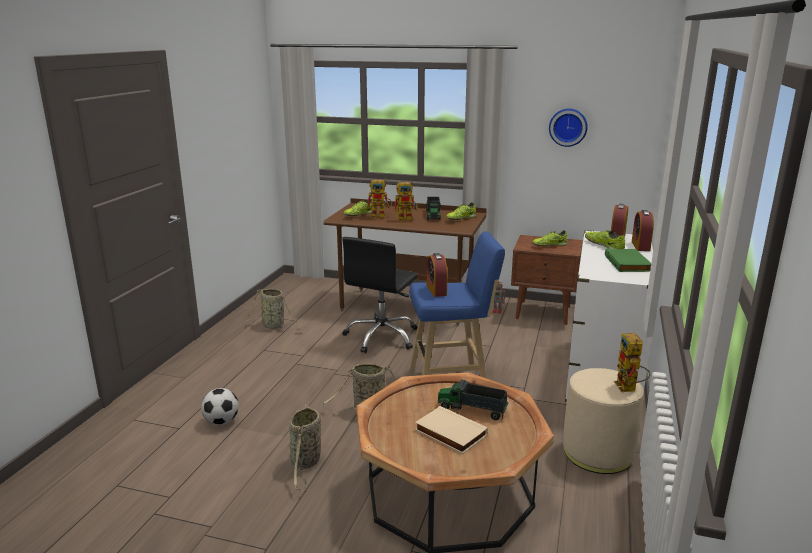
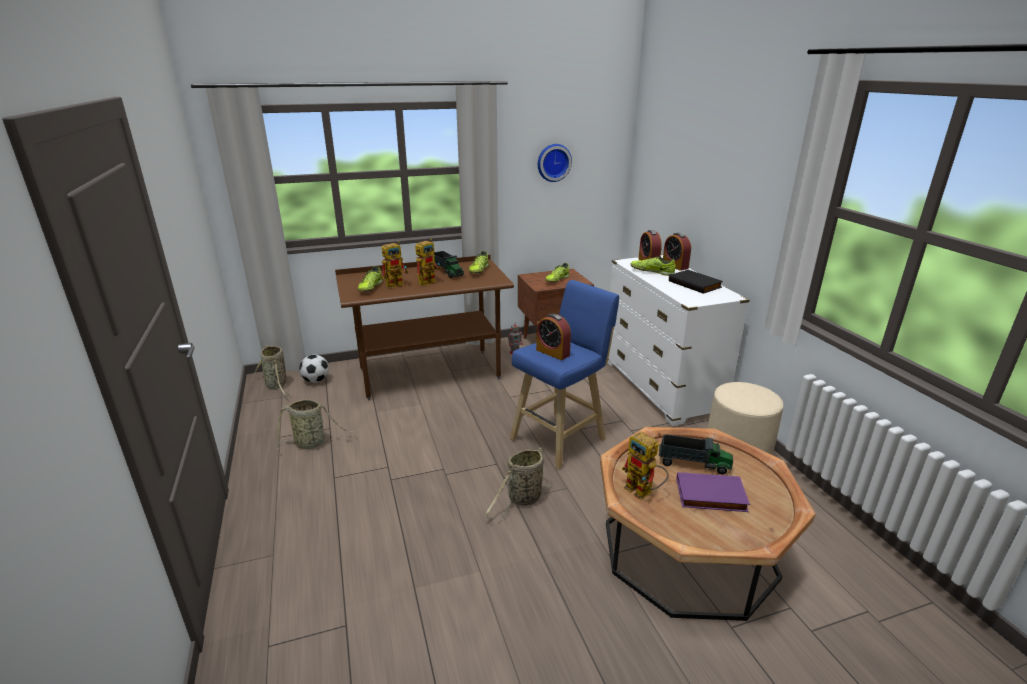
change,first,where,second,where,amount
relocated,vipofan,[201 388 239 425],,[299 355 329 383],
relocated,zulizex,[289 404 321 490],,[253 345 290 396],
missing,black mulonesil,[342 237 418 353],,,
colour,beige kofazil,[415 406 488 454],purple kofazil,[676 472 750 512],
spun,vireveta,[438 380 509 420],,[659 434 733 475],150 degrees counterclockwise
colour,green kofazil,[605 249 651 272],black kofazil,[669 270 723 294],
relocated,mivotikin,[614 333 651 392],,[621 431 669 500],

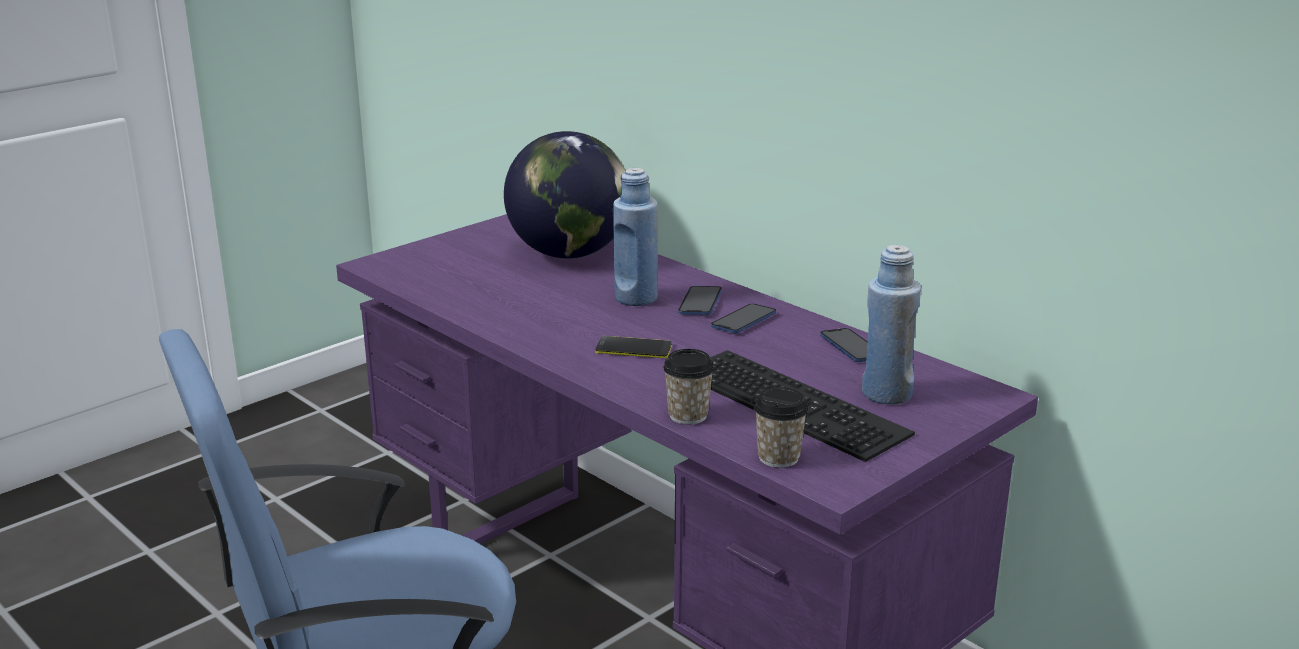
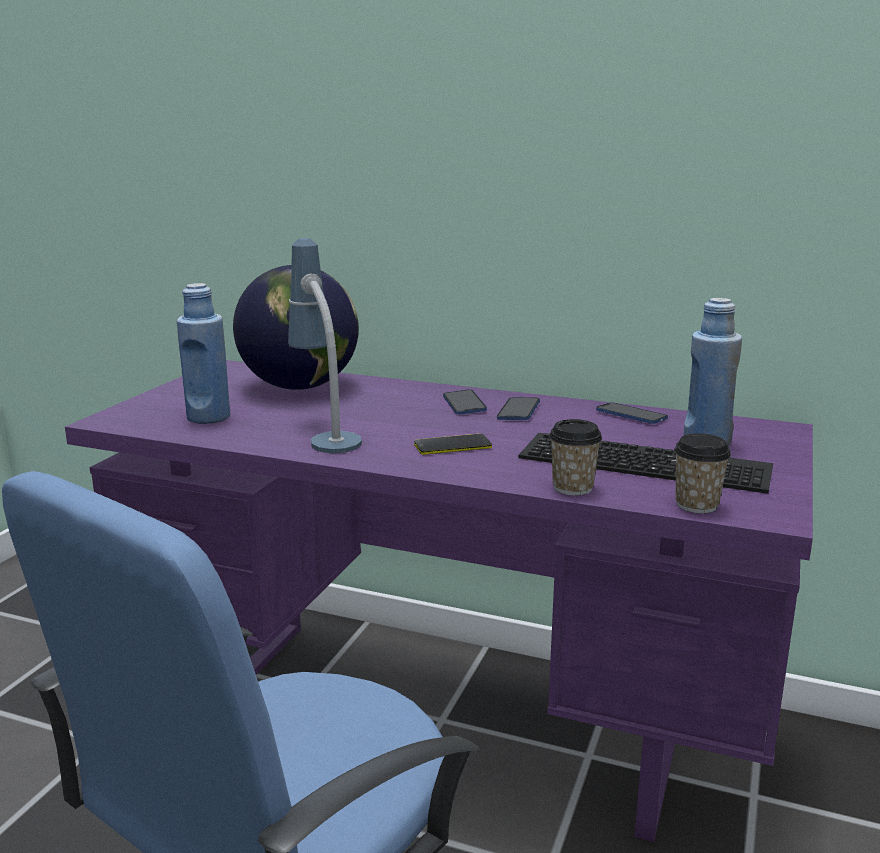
change,first,where,second,where,amount
relocated,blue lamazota,[613 168 658 306],,[177 283 230 424],
appeared,,,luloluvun,[288 238 362 453],

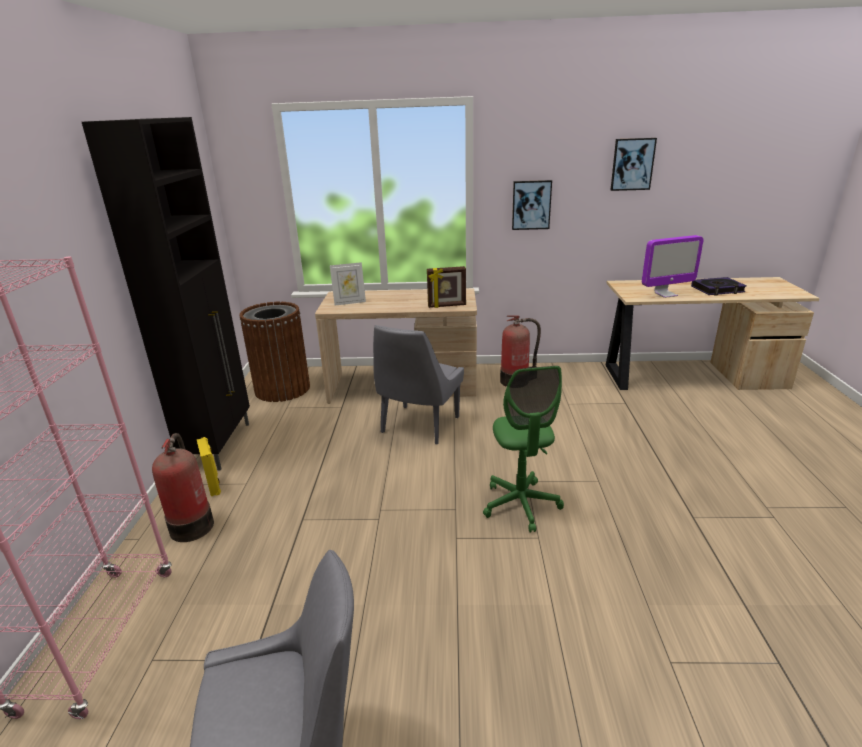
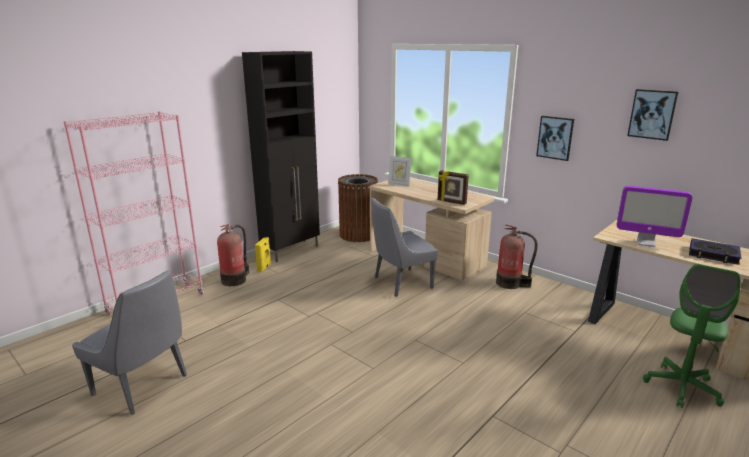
change,first,where,second,where,amount
relocated,green mulonesil,[483 366 564 533],,[643 264 741 408],

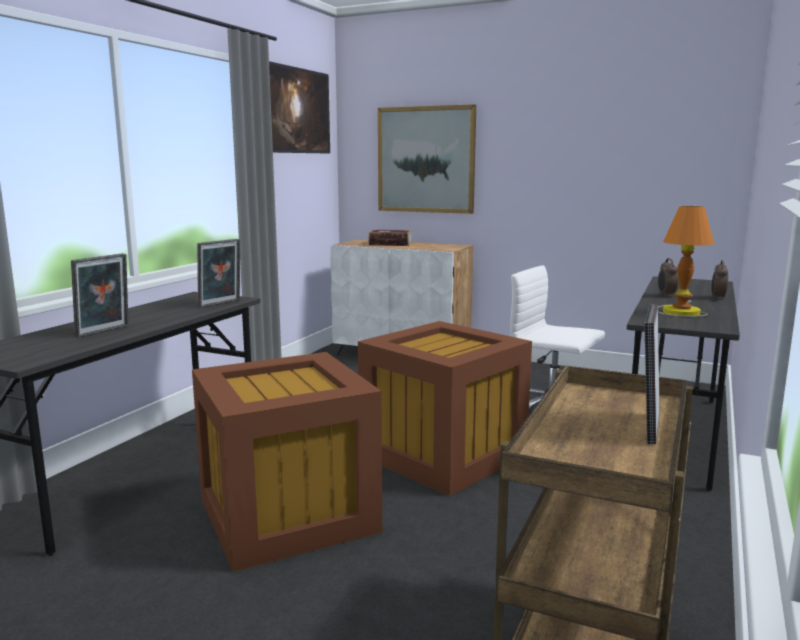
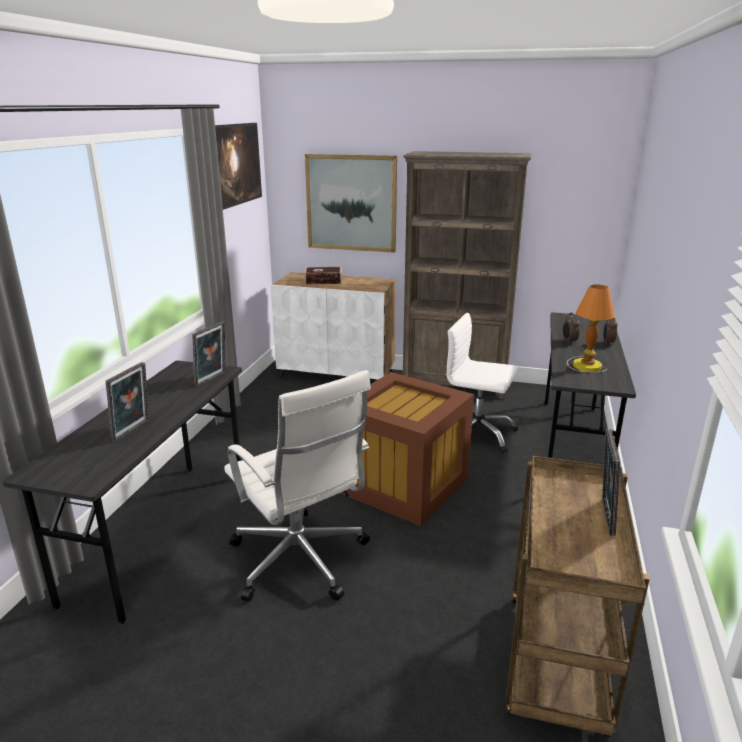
change,first,where,second,where,amount
exchanged,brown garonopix,[192 352 382 572],white mulonesil,[224 370 371 602],
appeared,,,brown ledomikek,[403 151 532 399],

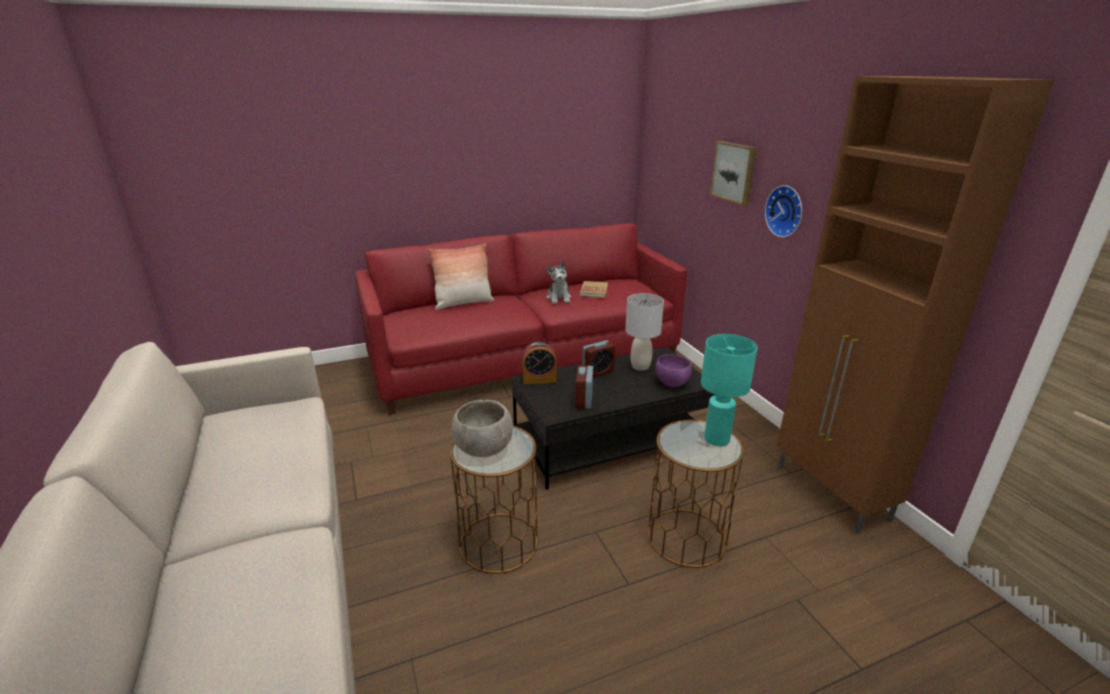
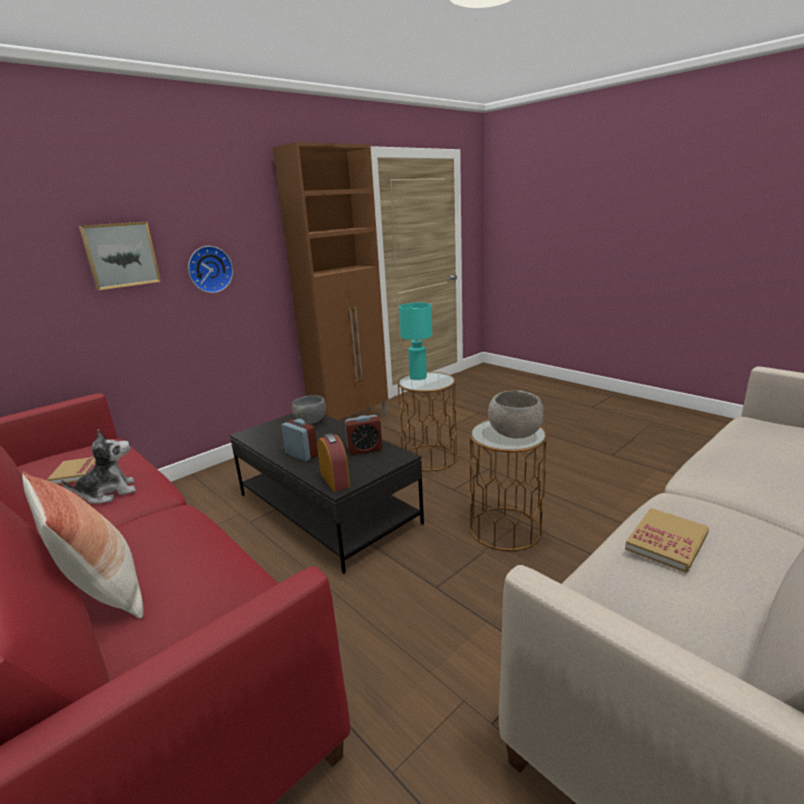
change,first,where,second,where,amount
missing,grey luloluvun,[625 293 664 371],,,
colour,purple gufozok,[655 354 692 387],grey gufozok,[292 395 326 424],
appeared,,,kofazil,[625 508 709 573],

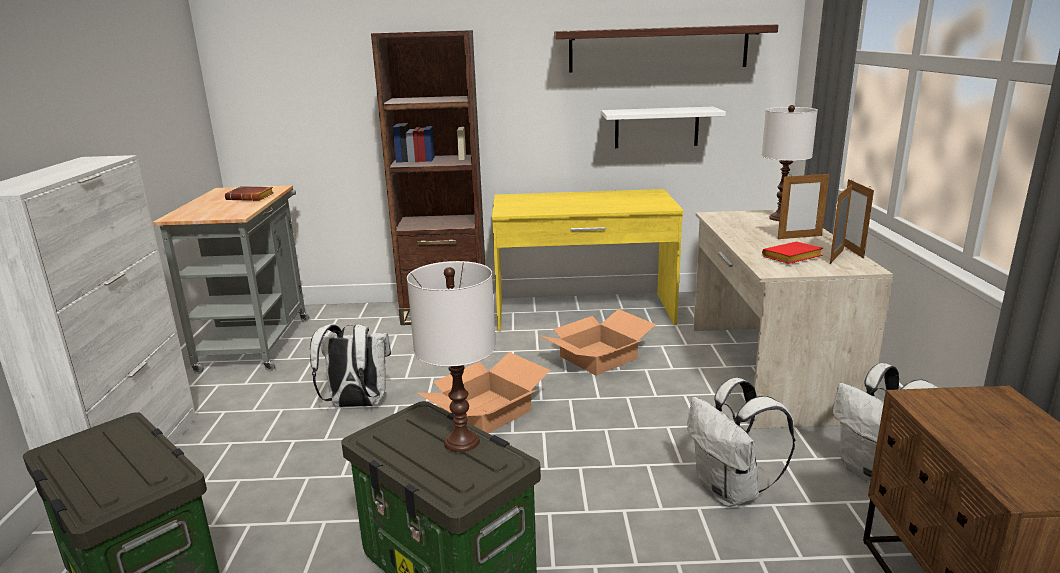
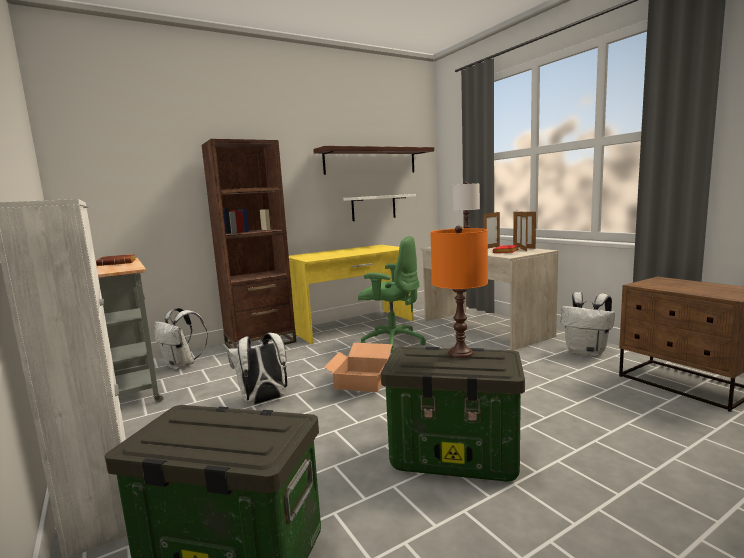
change,first,where,second,where,amount
colour,white luloluvun,[407 261 496 452],orange luloluvun,[430 226 488 358],
exchanged,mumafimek,[541 309 656 376],green mulonesil,[358 236 426 353],
relocated,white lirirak,[687 378 795 507],,[154 308 208 370],

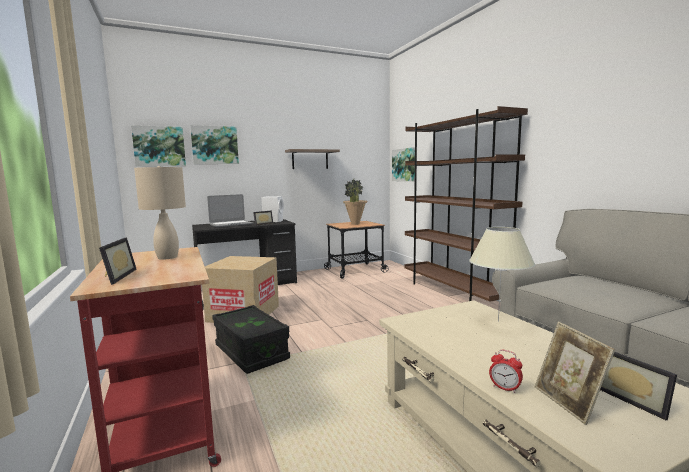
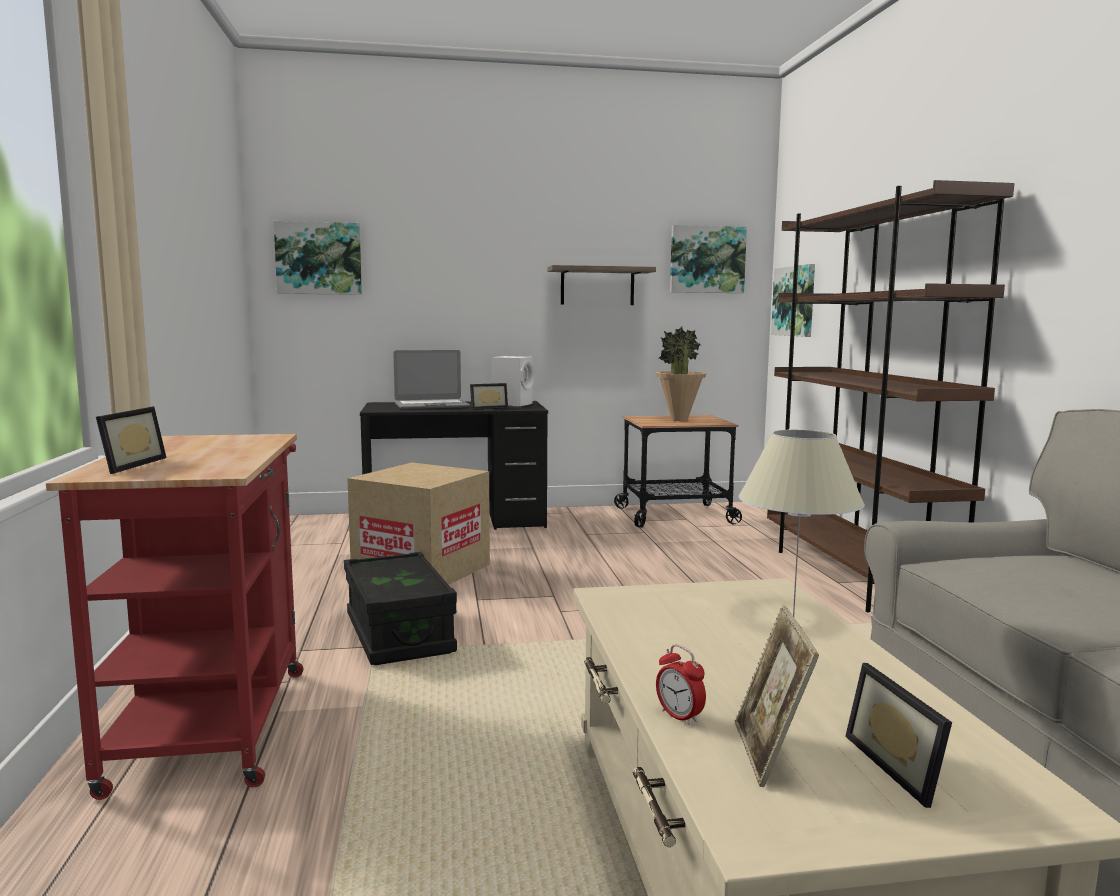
change,first,where,second,where,amount
missing,beige luloluvun,[134 166 186 259],,,
relocated,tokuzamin,[190 125 239 164],,[670 225 747 293],

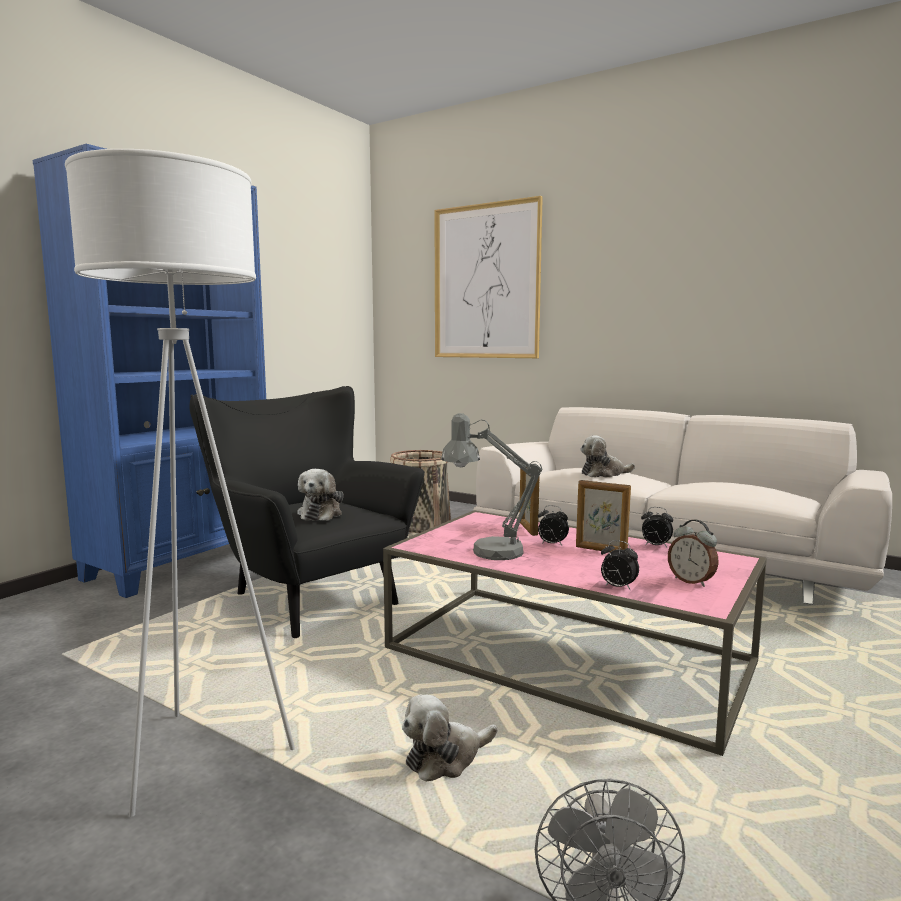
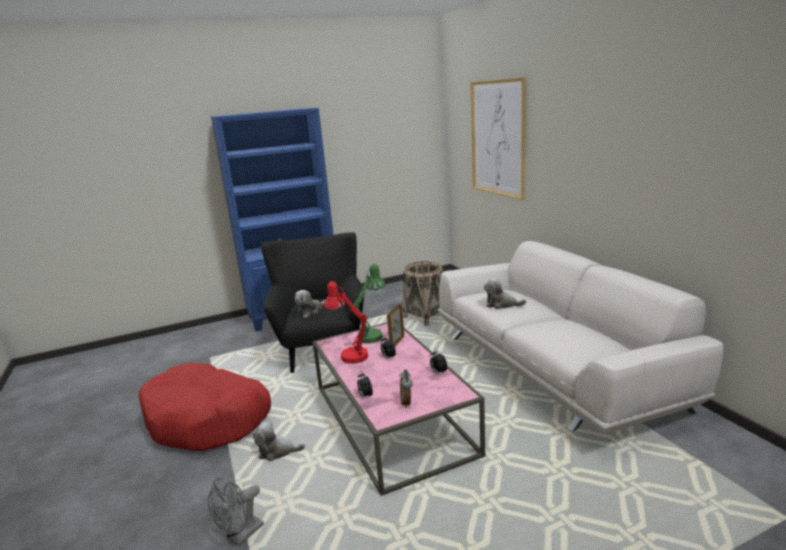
change,first,where,second,where,amount
exchanged,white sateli,[65 149 295 817],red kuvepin,[138 363 271 451],
colour,grey luloluvun,[441 413 542 560],red luloluvun,[324 281 368 364],
missing,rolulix,[576 480 631 552],,,
appeared,,,green luloluvun,[353 264 386 344],

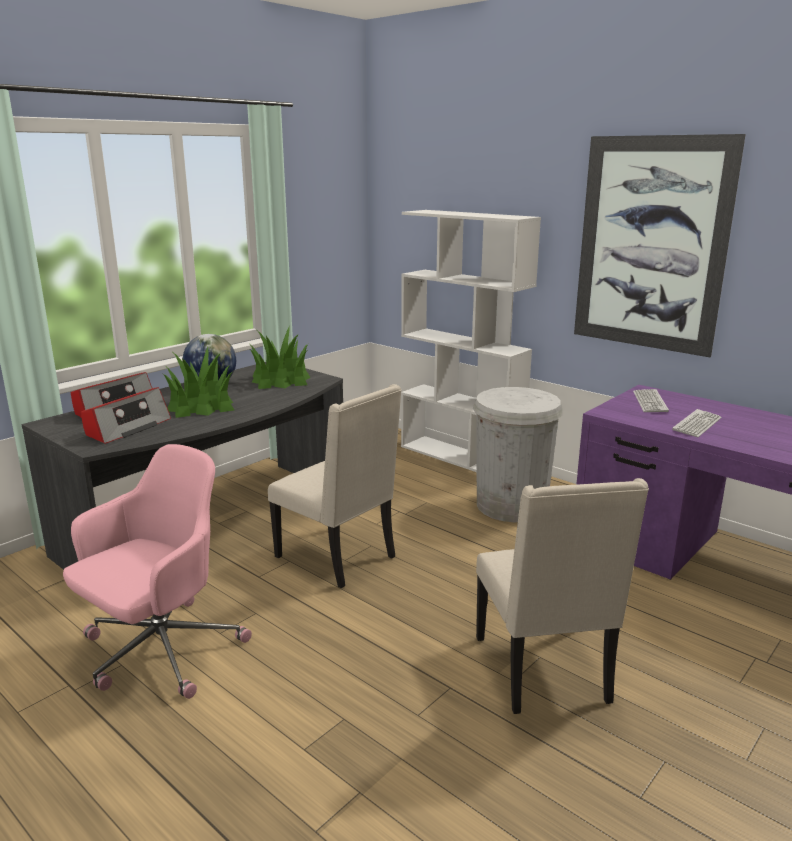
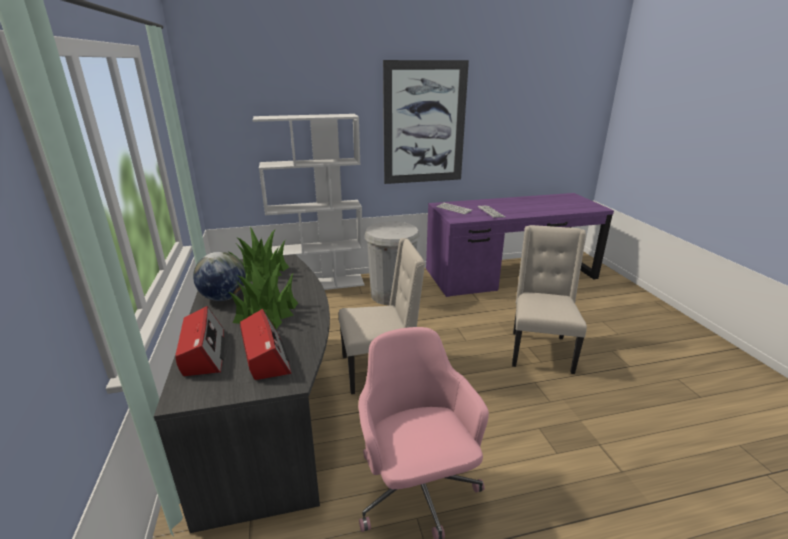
change,first,where,second,where,amount
spun,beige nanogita,[476 478 649 714],,[512 225 587 374],105 degrees counterclockwise

